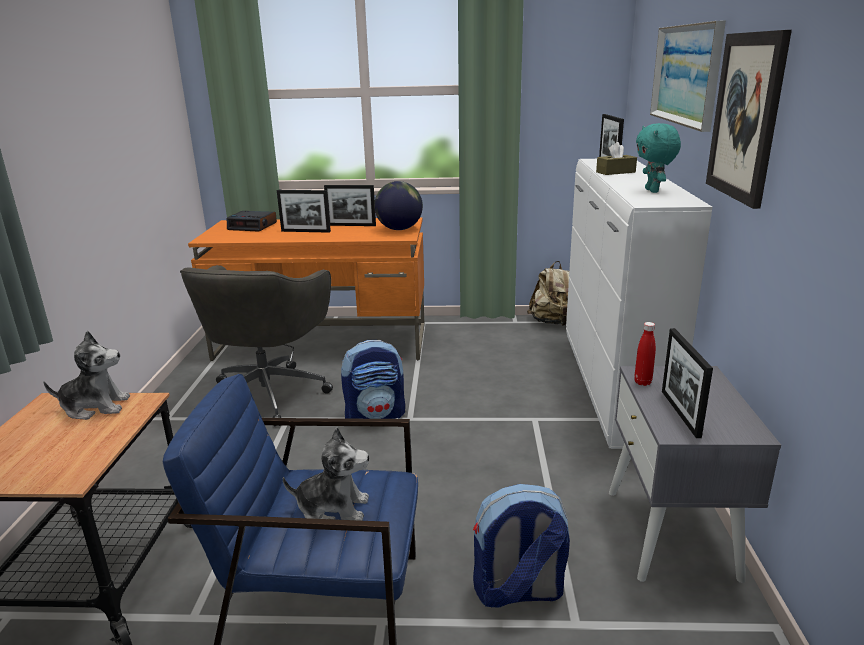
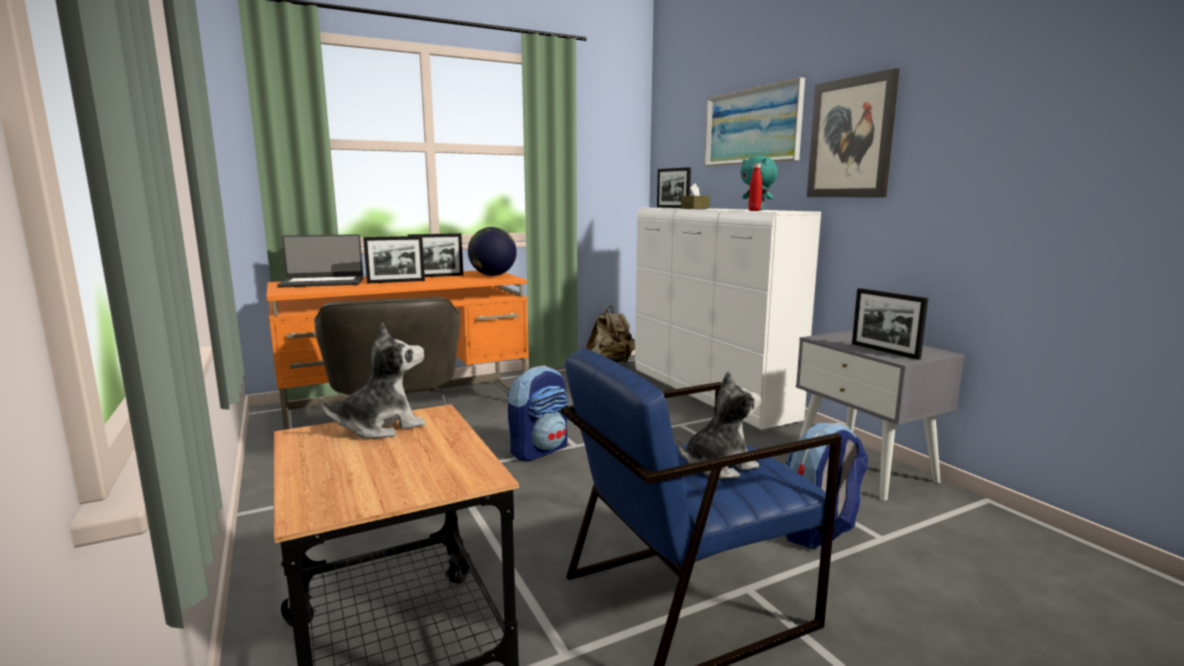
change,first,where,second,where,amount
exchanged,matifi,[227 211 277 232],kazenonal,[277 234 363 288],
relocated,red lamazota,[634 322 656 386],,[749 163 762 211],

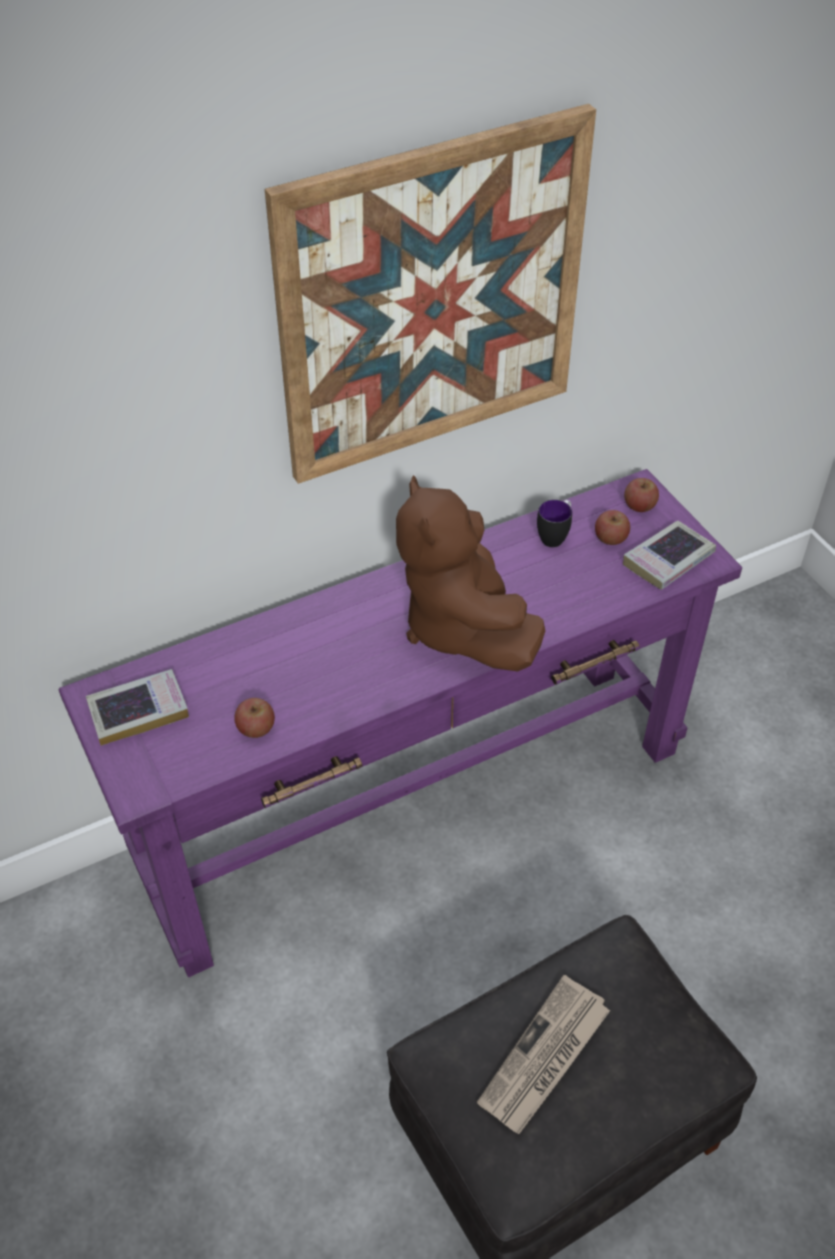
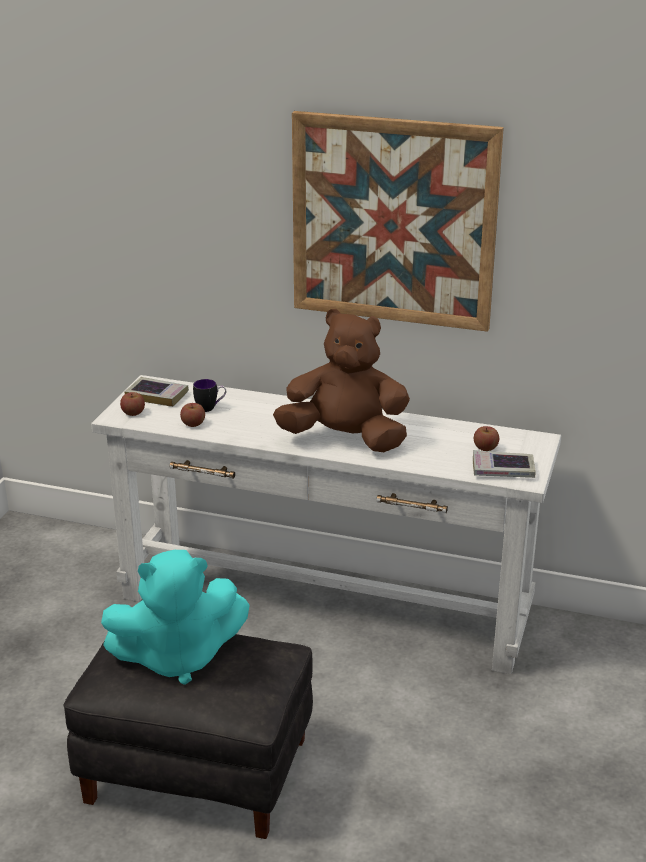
change,first,where,second,where,amount
colour,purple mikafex,[59 469 742 977],white mikafex,[91 375 561 674],
spun,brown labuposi,[396 475 545 672],,[273 309 410 452],75 degrees clockwise
exchanged,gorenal,[477 975 610 1134],turquoise labuposi,[101 550 250 685],
relocated,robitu,[537 500 572 547],,[193 379 226 412],
relocated,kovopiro,[624 478 659 512],,[120 392 145 416],

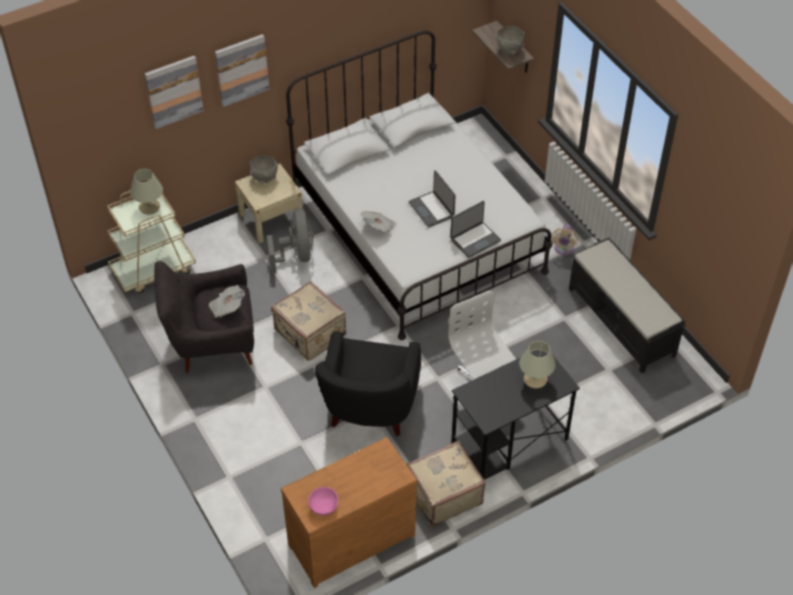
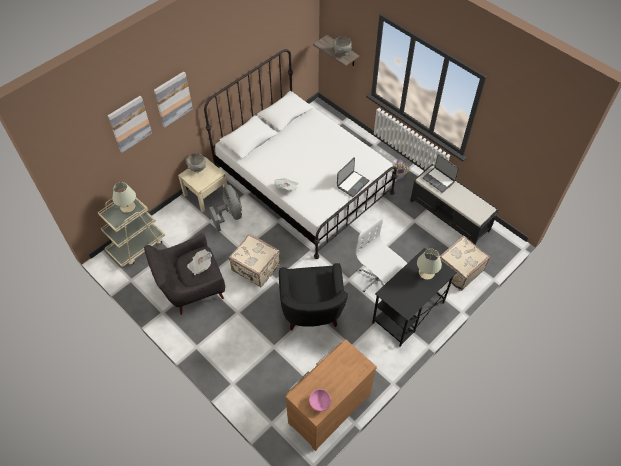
change,first,where,second,where,amount
relocated,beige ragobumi,[406 441 486 527],,[440 235 490 291],
relocated,kazenonal,[408 170 456 228],,[422 154 459 193],

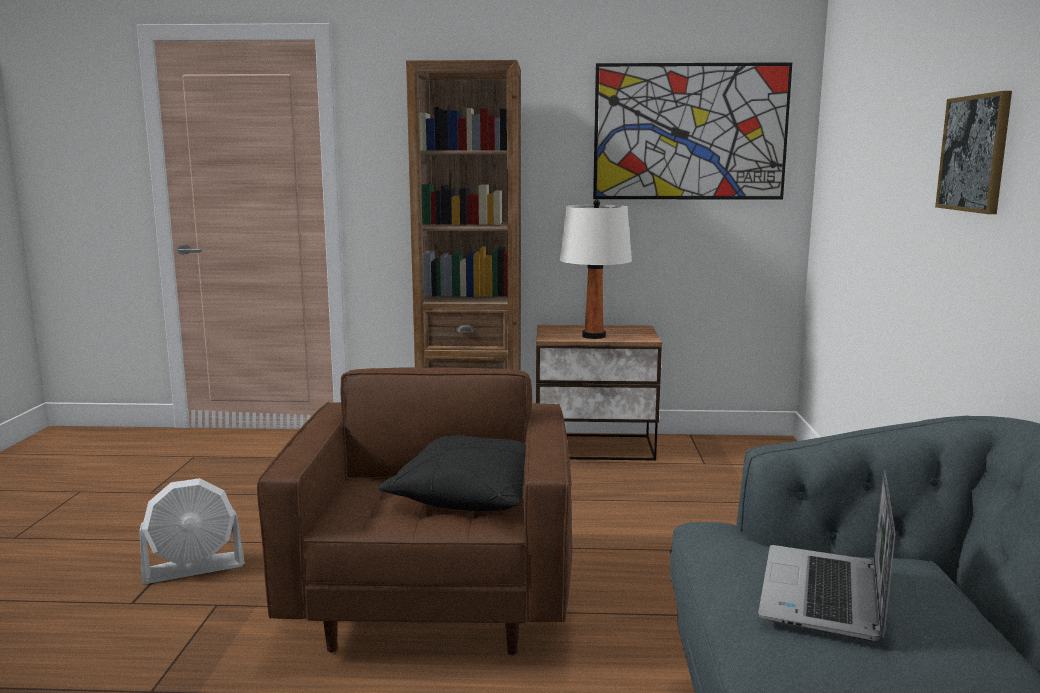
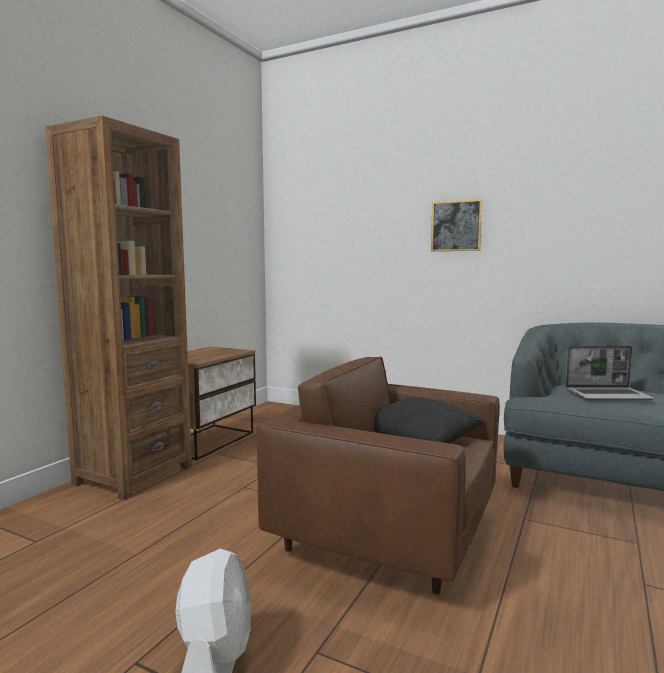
change,first,where,second,where,amount
missing,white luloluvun,[560 199 632 339],,,
missing,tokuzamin,[593 62 792 200],,,
spun,kazenonal,[758 470 895 641],,[565 346 655 400],45 degrees counterclockwise

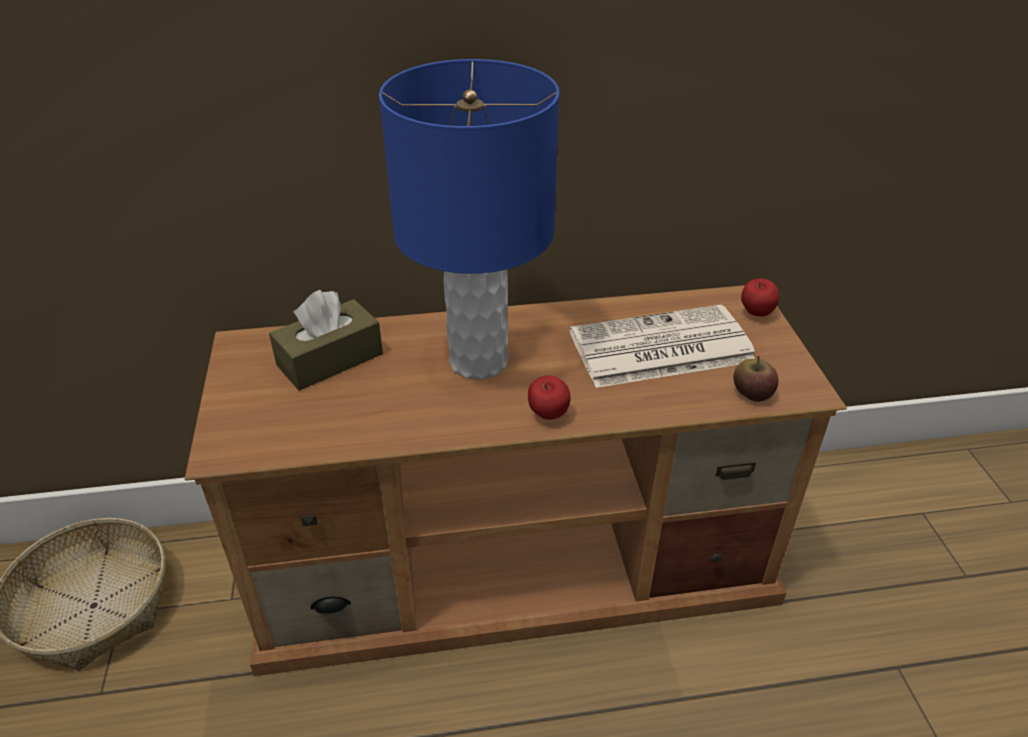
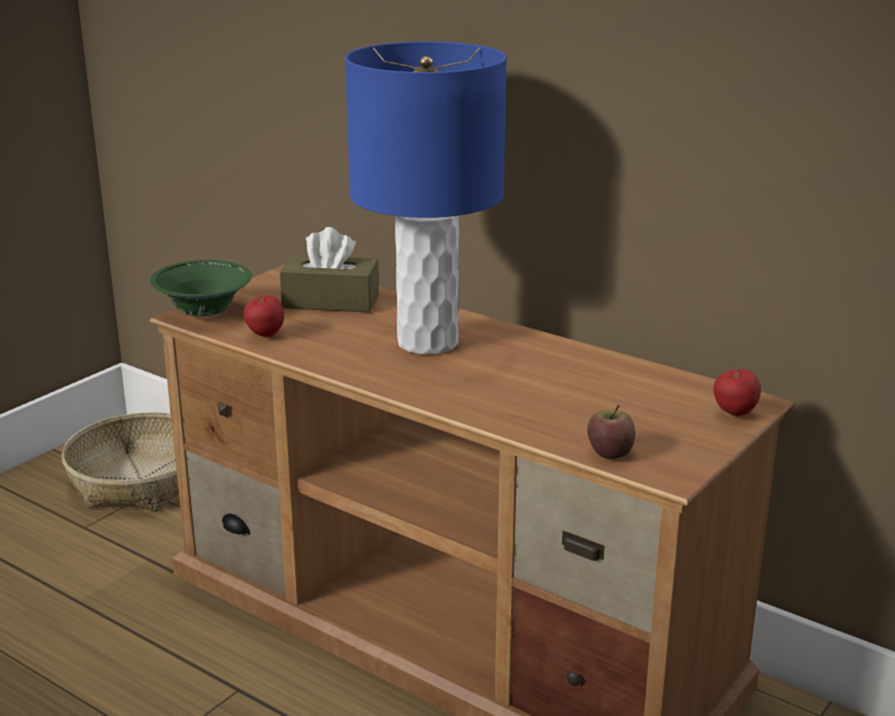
change,first,where,second,where,amount
relocated,kovopiro,[528 375 570 420],,[243 296 284 337],
missing,gorenal,[569 305 756 388],,,
appeared,,,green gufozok,[150 260 252 316],

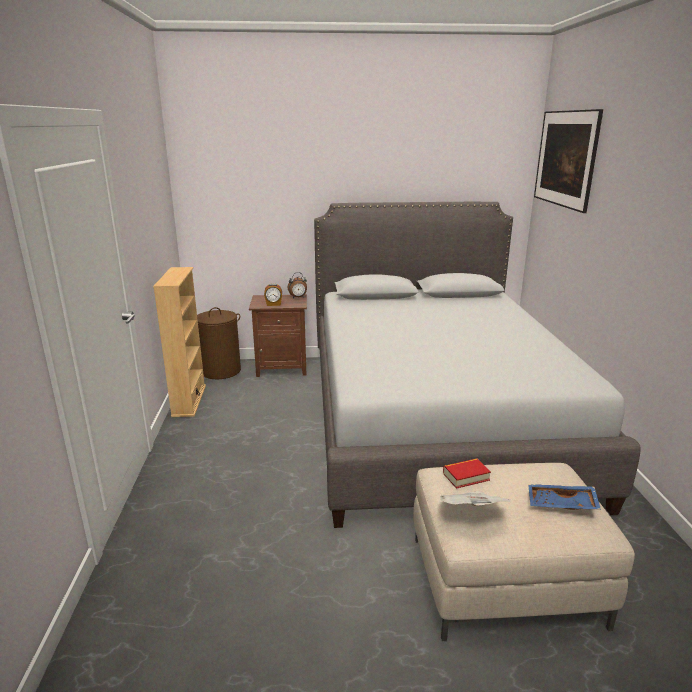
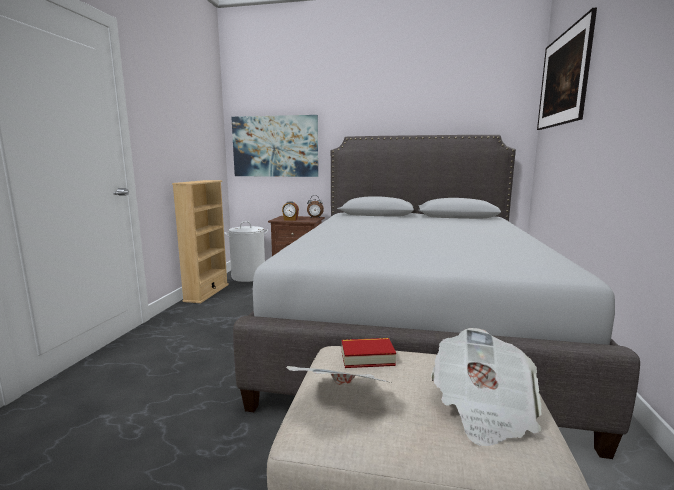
change,first,where,second,where,amount
colour,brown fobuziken,[197 307 241 379],white fobuziken,[224 221 268 282],
exchanged,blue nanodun,[528 484 601 510],gorenal,[431 328 542 446],
appeared,,,tokuzamin,[231 115 318 177],

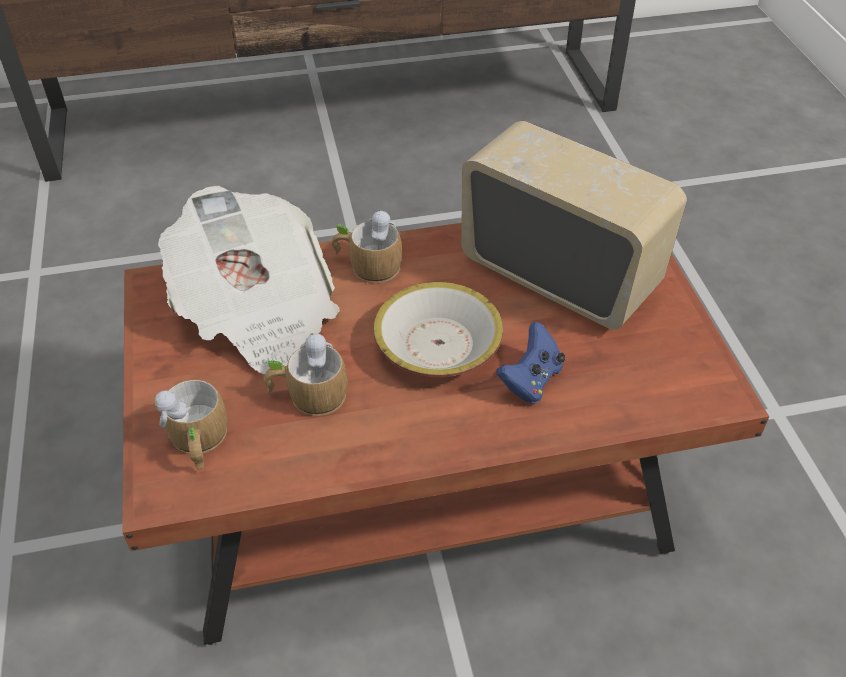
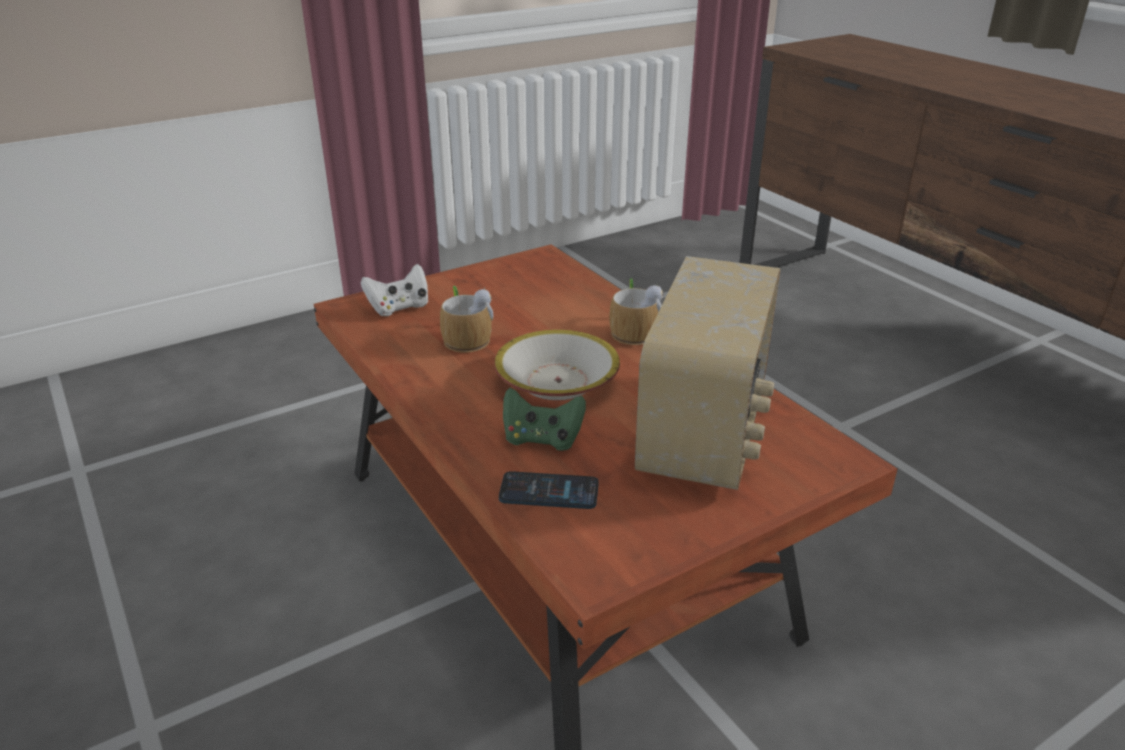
change,first,where,second,where,amount
exchanged,robitu,[154 380 227 470],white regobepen,[360 264 428 316],
missing,gorenal,[158 185 340 374],,,
colour,blue regobepen,[496 322 565 404],green regobepen,[503 388 586 451],
appeared,,,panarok,[499 471 599 509],

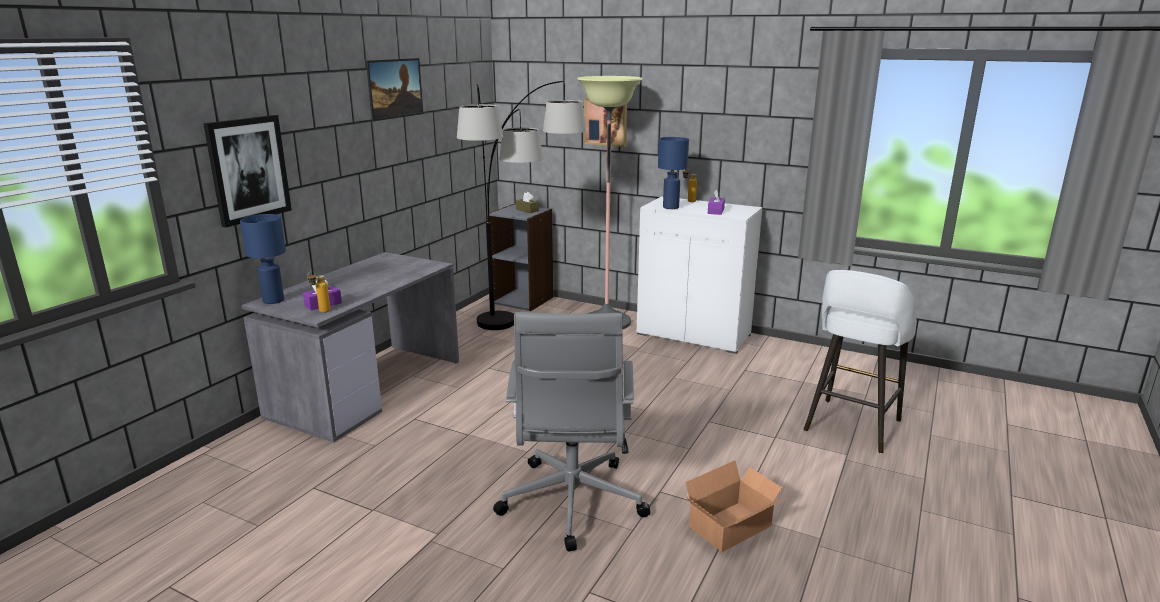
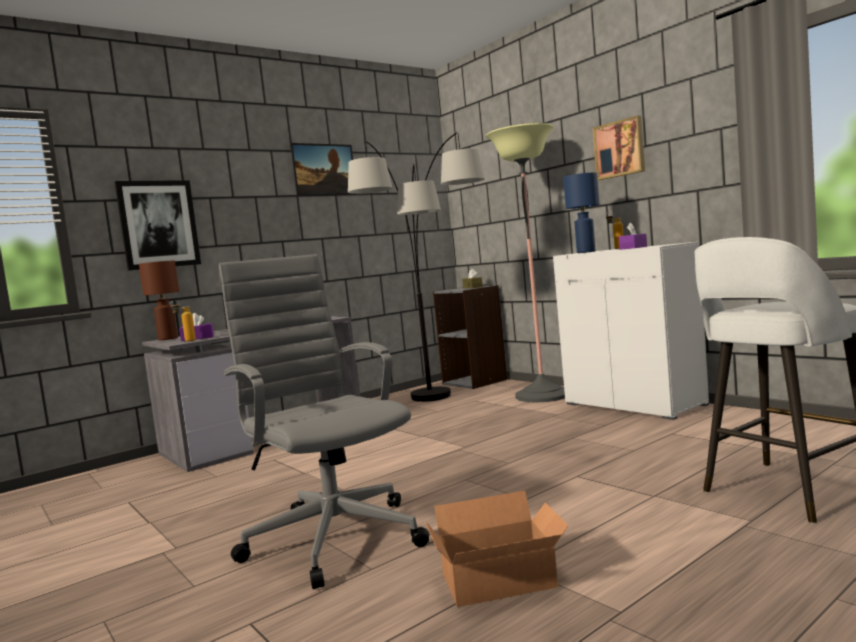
change,first,where,second,where,amount
colour,blue luloluvun,[240 214 286 304],brown luloluvun,[139 261 179 340],
spun,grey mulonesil,[493 312 650 551],,[219 254 429 589],120 degrees clockwise
relocated,tokuzamin,[584 98 627 147],,[592 115 645 180],

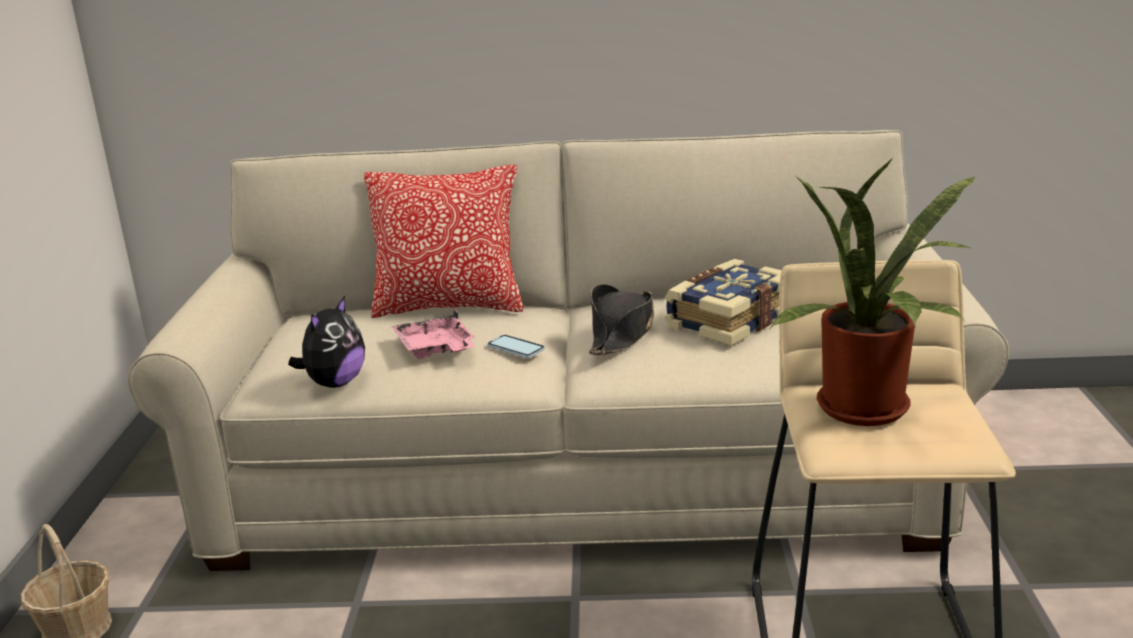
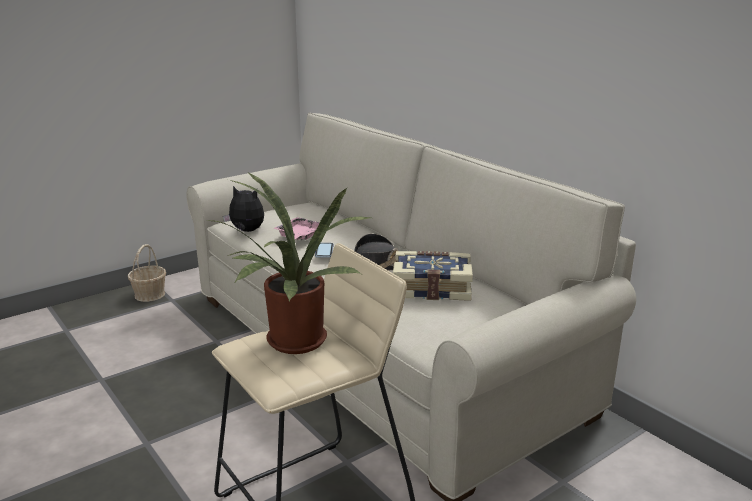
change,first,where,second,where,amount
spun,labuposi,[288 296 365 388],,[223 186 264 232],150 degrees counterclockwise
missing,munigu,[364 165 523 318],,,

